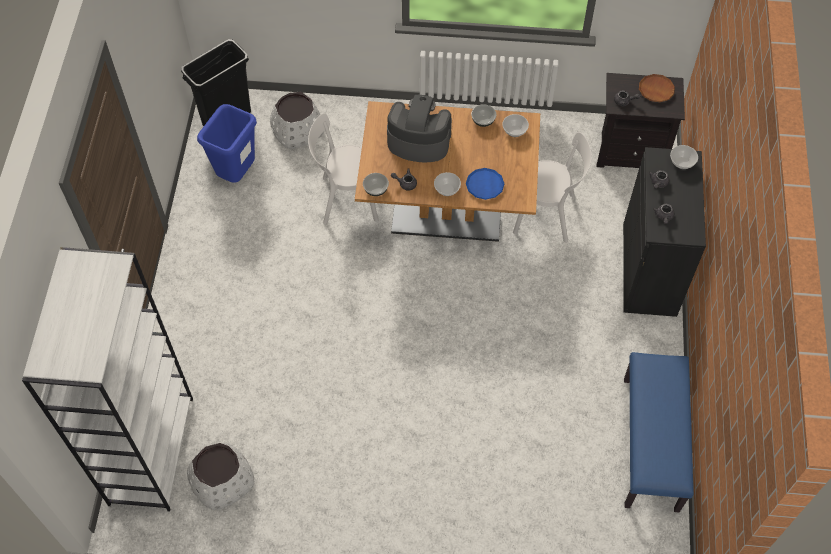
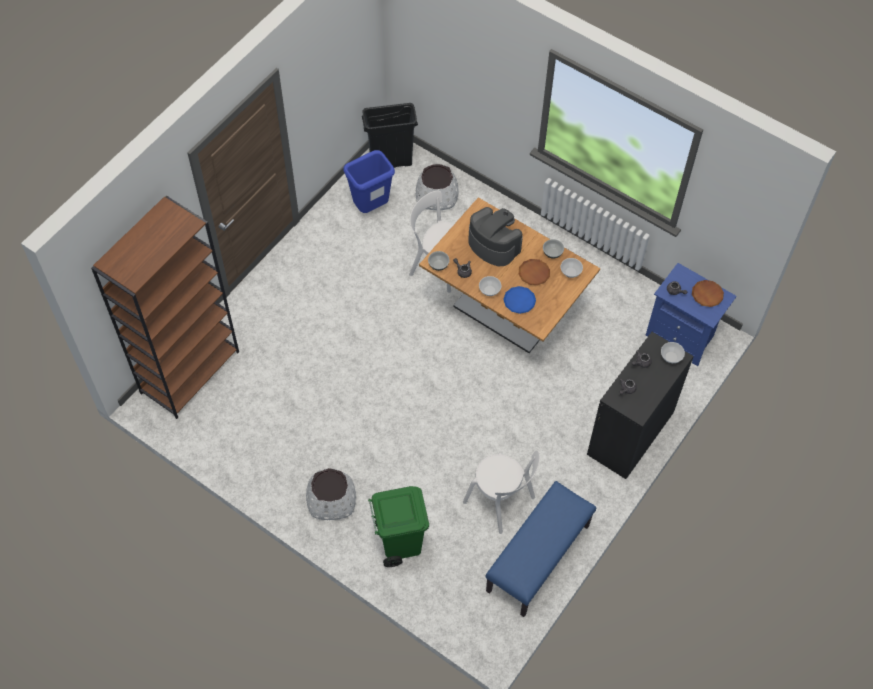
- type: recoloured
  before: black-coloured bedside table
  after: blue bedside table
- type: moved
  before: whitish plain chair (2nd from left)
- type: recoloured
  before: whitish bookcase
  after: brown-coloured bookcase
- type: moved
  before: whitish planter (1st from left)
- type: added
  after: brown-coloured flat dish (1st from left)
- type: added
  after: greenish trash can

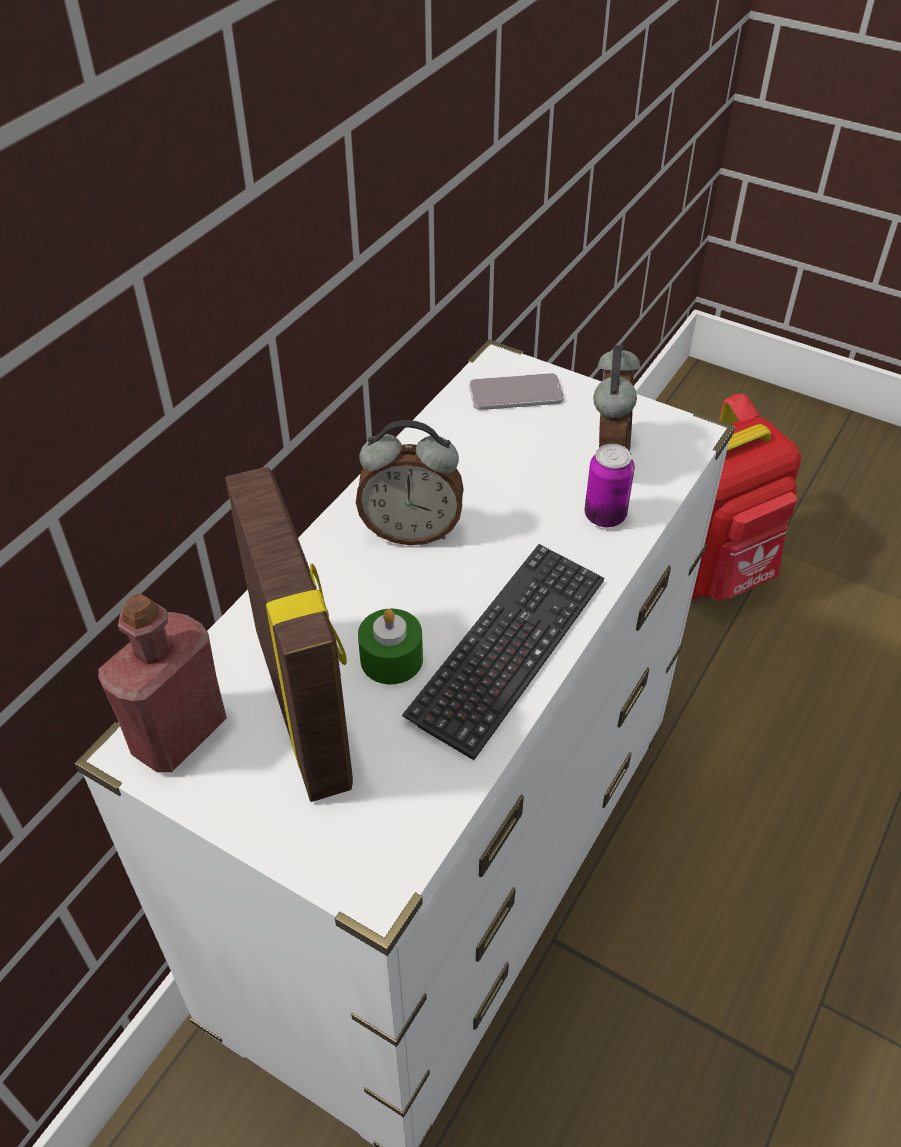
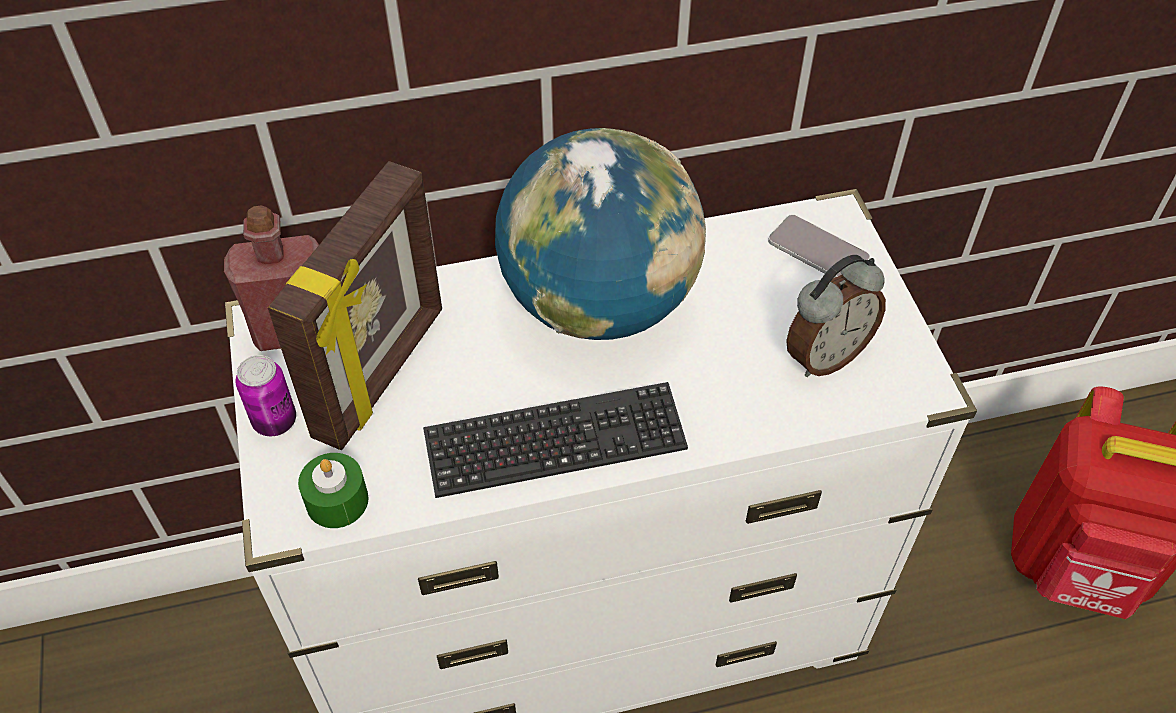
- type: replaced
  before: alarm clock (1st from left)
  after: desk globe
- type: moved
  before: sealed can
- type: moved
  before: greenish candle

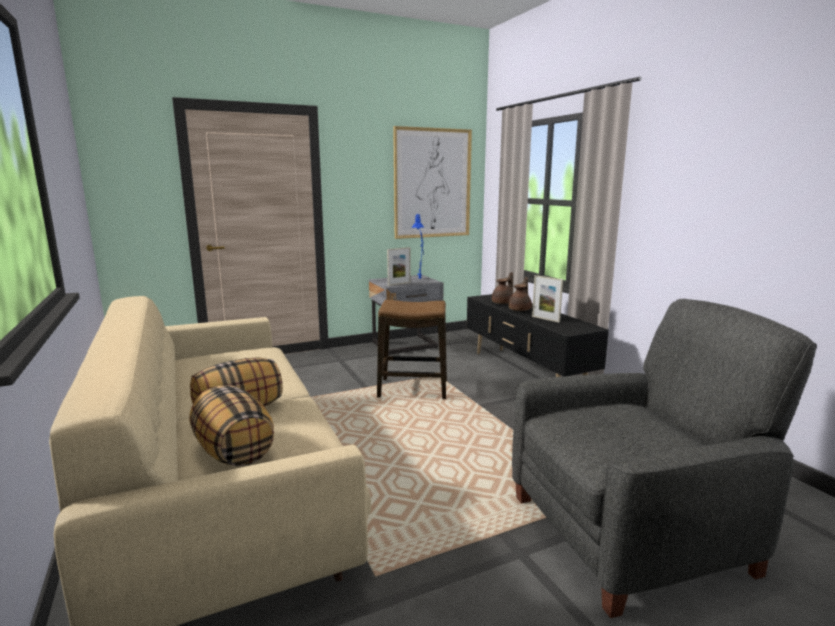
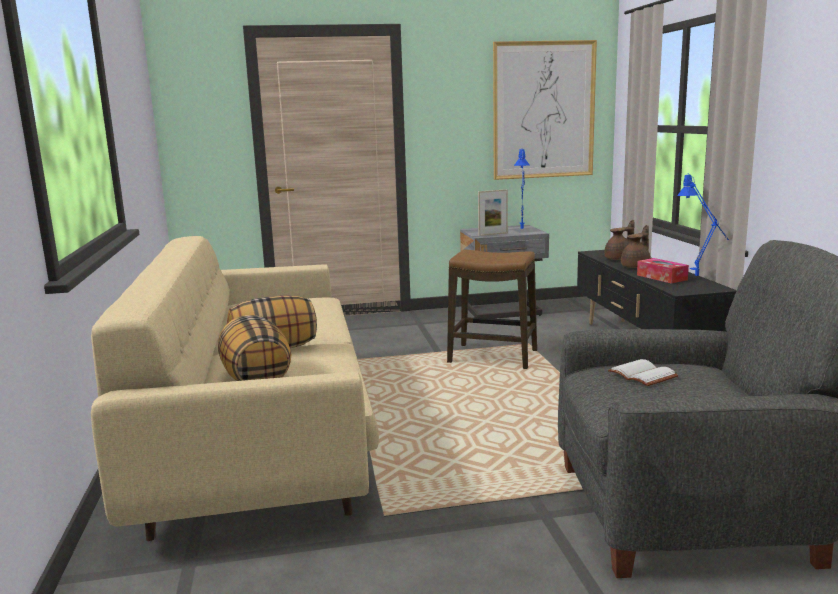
- type: replaced
  before: picture frame (2nd from left)
  after: tissue holder
- type: added
  after: blue tabletop lamp (2nd from left)
- type: added
  after: whitish book

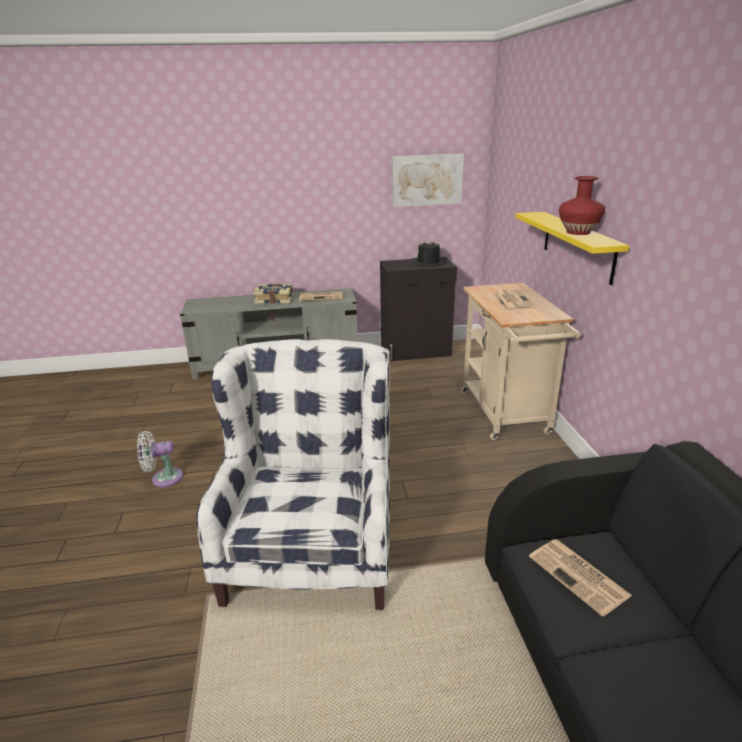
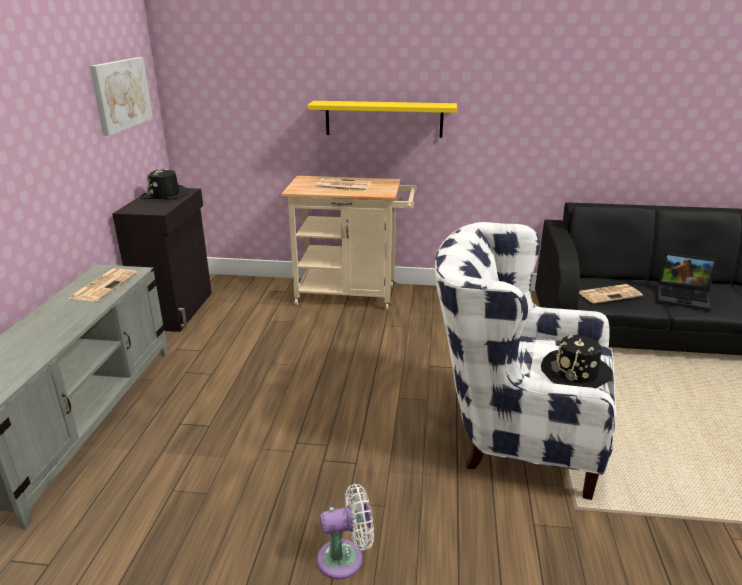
- type: removed
  before: red vase
- type: removed
  before: book
- type: turned
  before: whitish electric fan
  turn: -105
- type: added
  after: notebook computer
- type: added
  after: black-coloured hat (2nd from left)

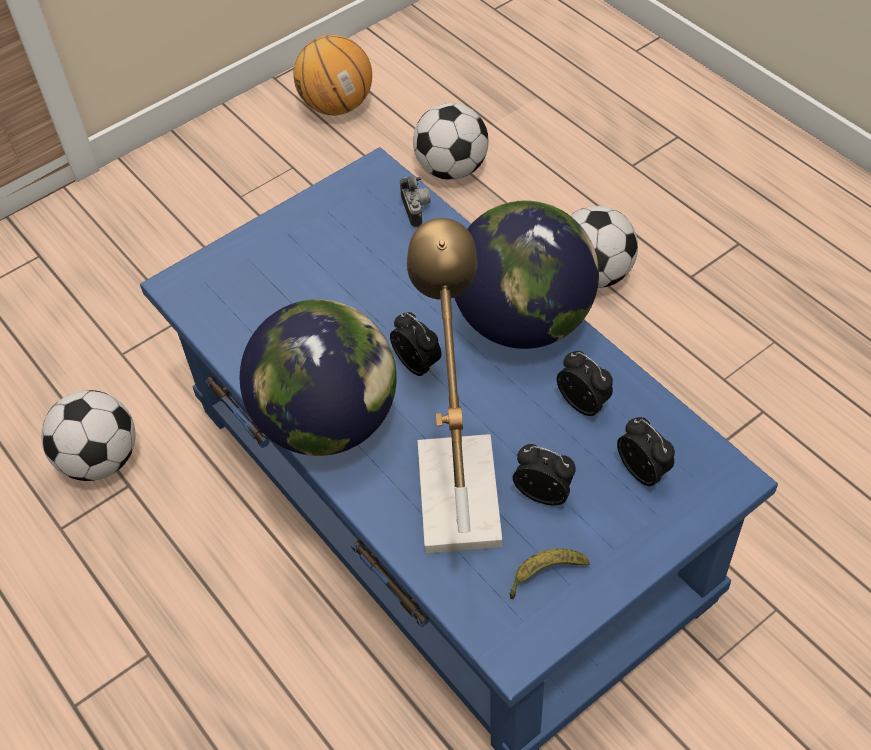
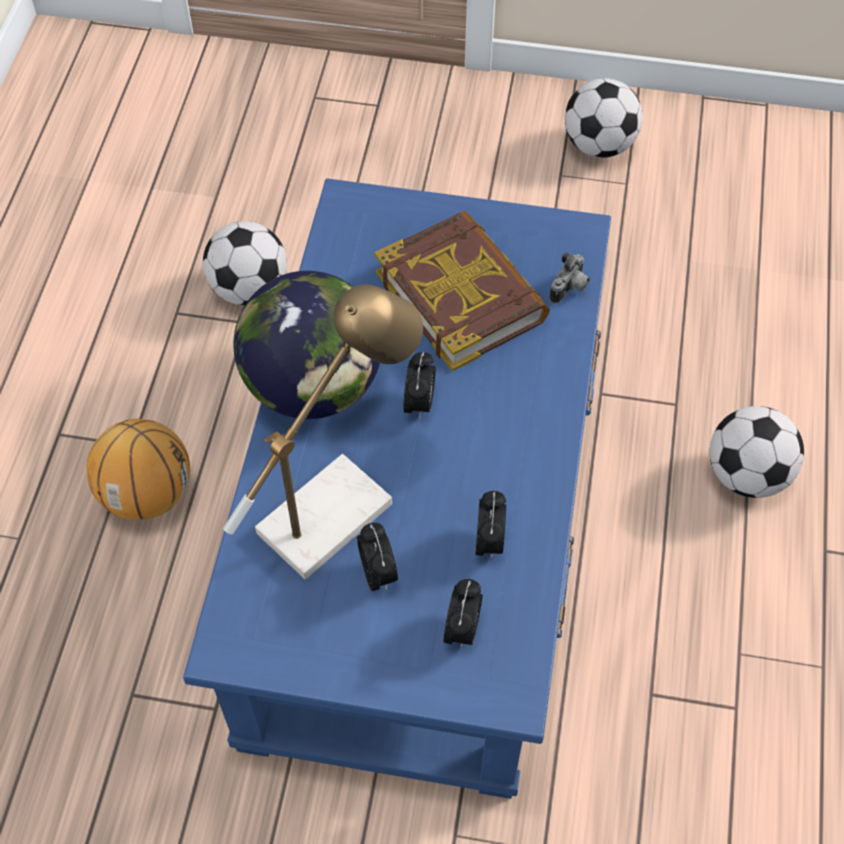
- type: moved
  before: ball for basketball
- type: moved
  before: football ball (2nd from left)
- type: removed
  before: desk globe (2nd from left)
- type: removed
  before: whole banana
- type: added
  after: book

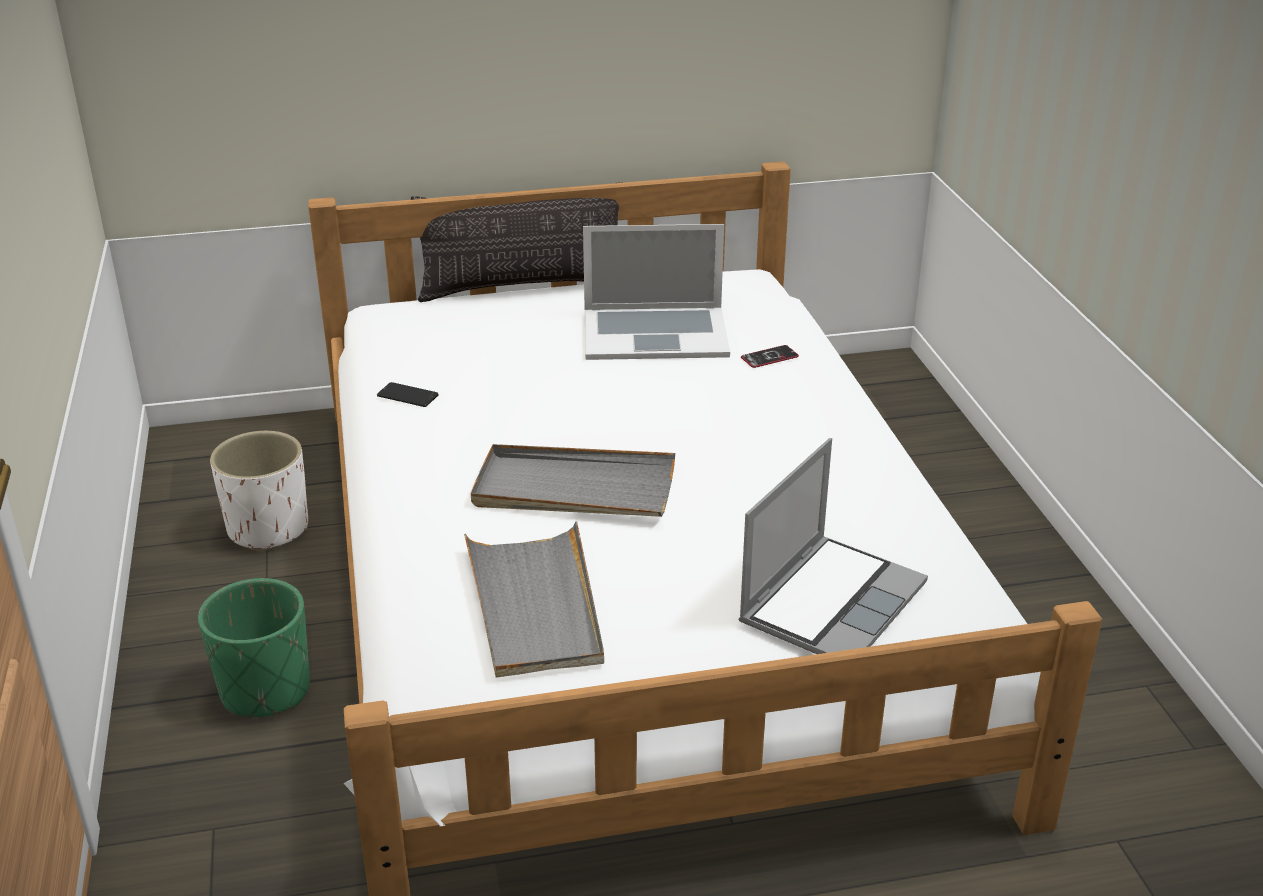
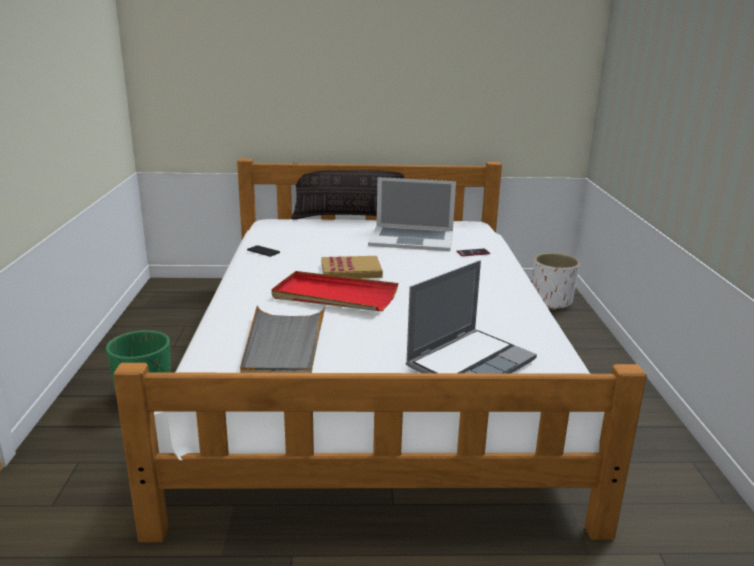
- type: moved
  before: whitish planter
- type: recoloured
  before: gray tray (2nd from left)
  after: red tray
- type: added
  after: book

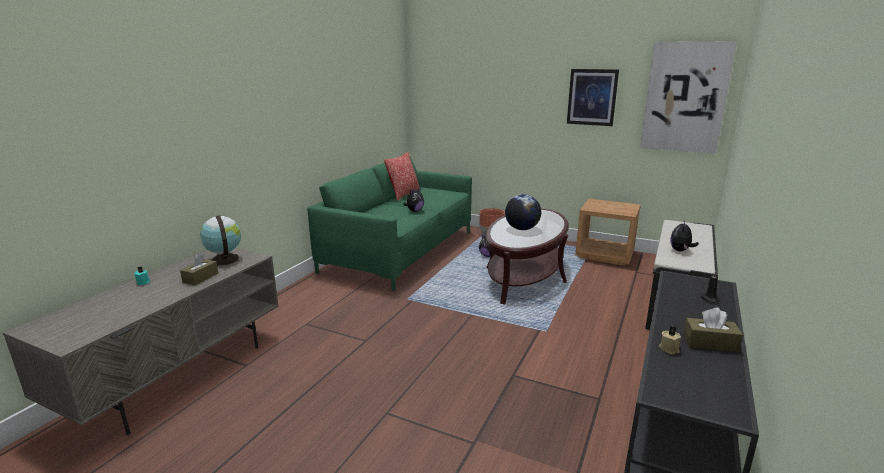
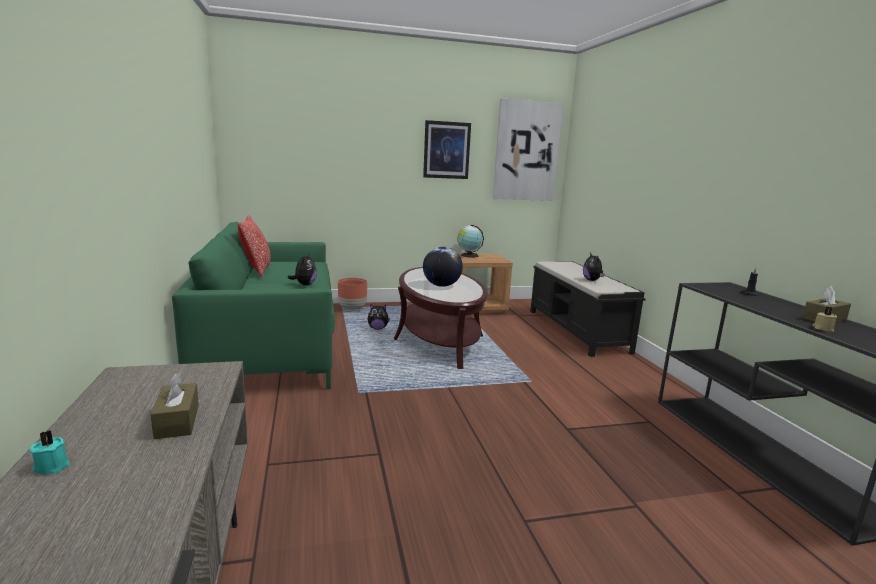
- type: moved
  before: desk globe (1st from left in the first image)
  after: desk globe (2nd from left)

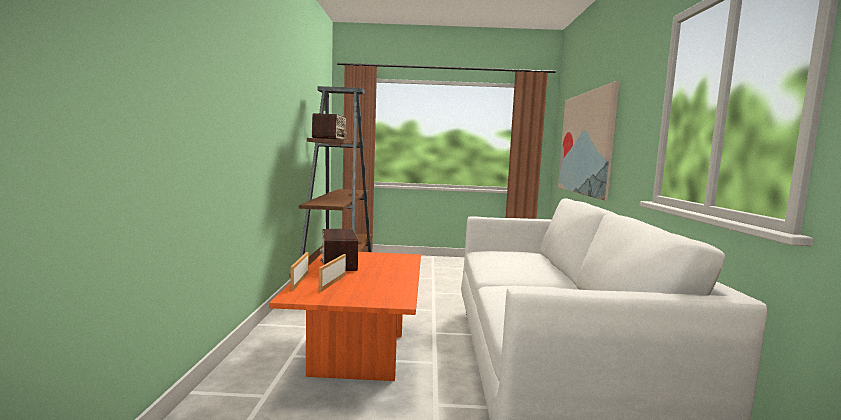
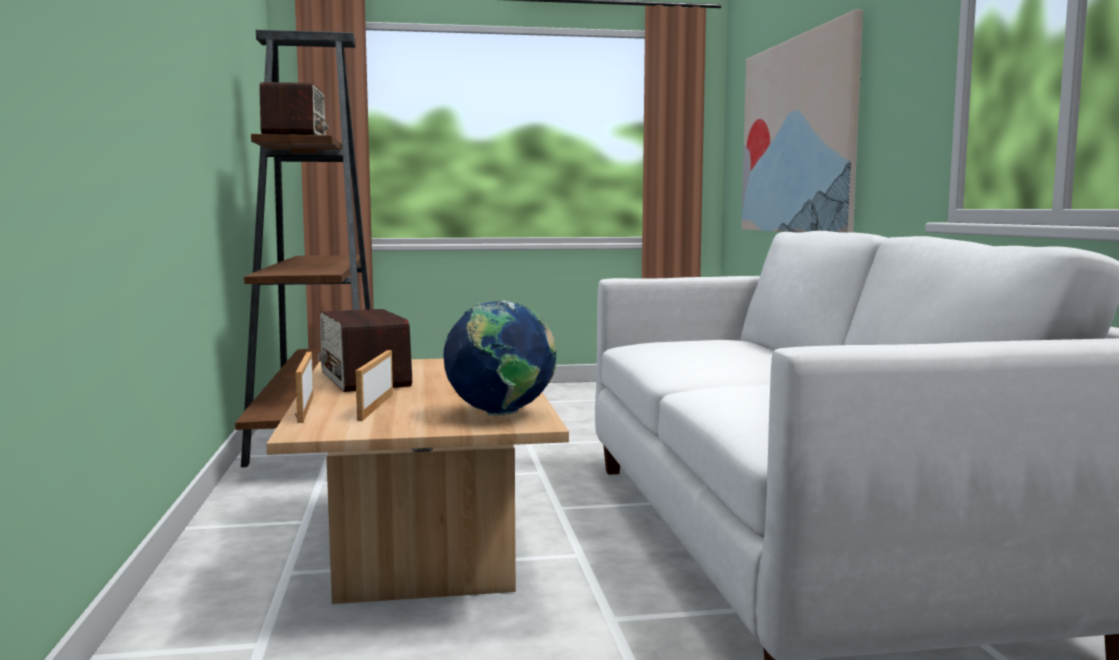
- type: recoloured
  before: orange-coloured lounge table
  after: sand-coloured lounge table
- type: added
  after: desk globe

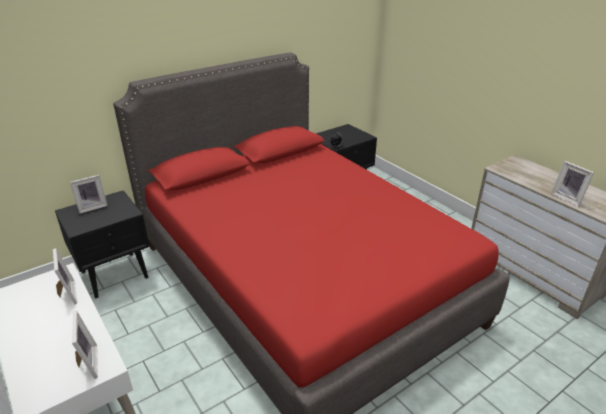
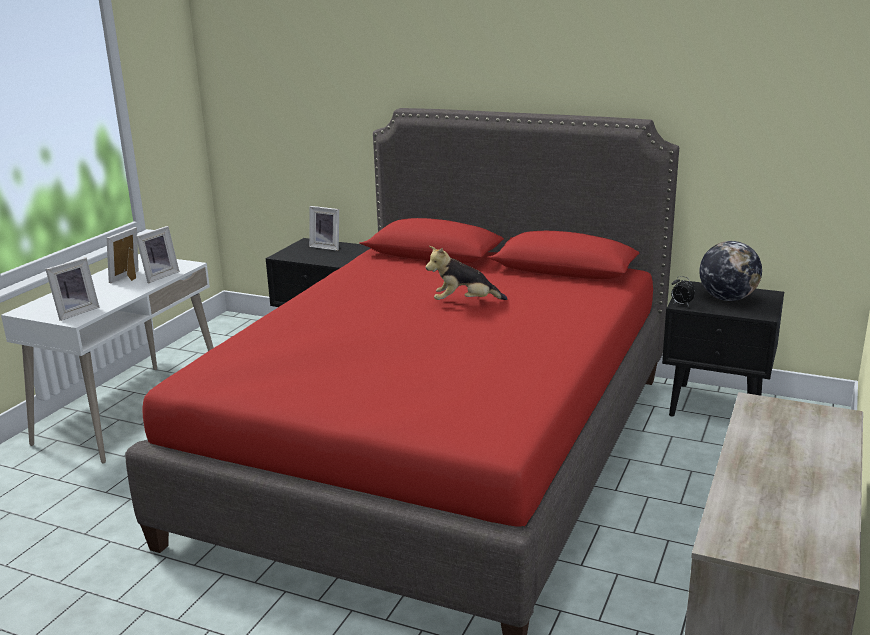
- type: moved
  before: picture frame (4th from left in the first image)
  after: picture frame (2nd from left)
- type: added
  after: desk globe
- type: added
  after: plush toy

